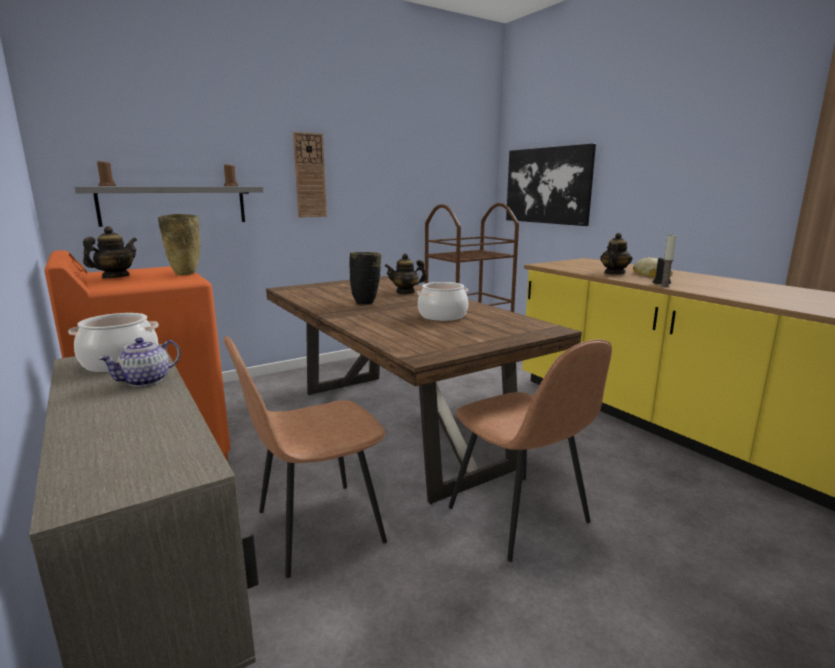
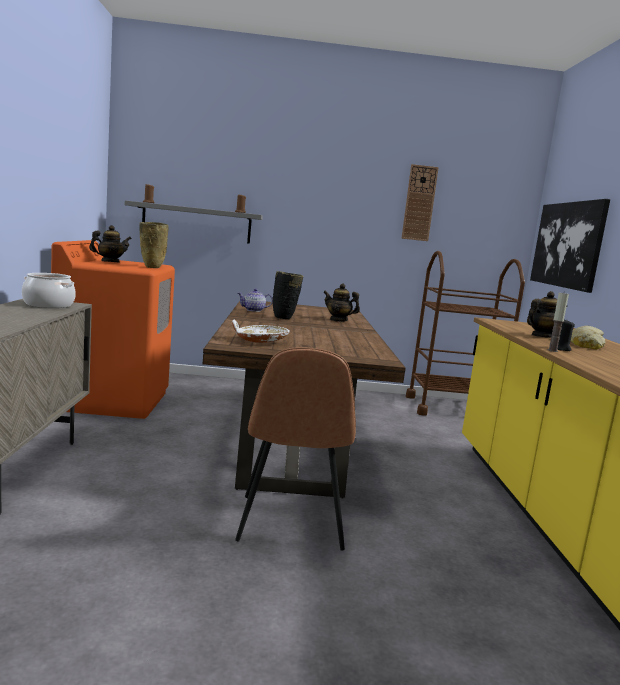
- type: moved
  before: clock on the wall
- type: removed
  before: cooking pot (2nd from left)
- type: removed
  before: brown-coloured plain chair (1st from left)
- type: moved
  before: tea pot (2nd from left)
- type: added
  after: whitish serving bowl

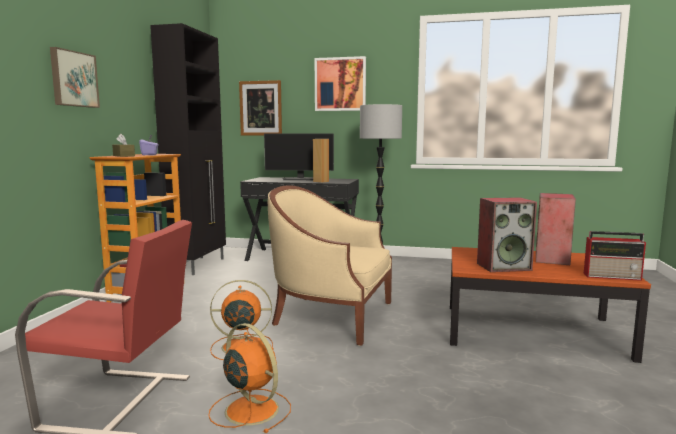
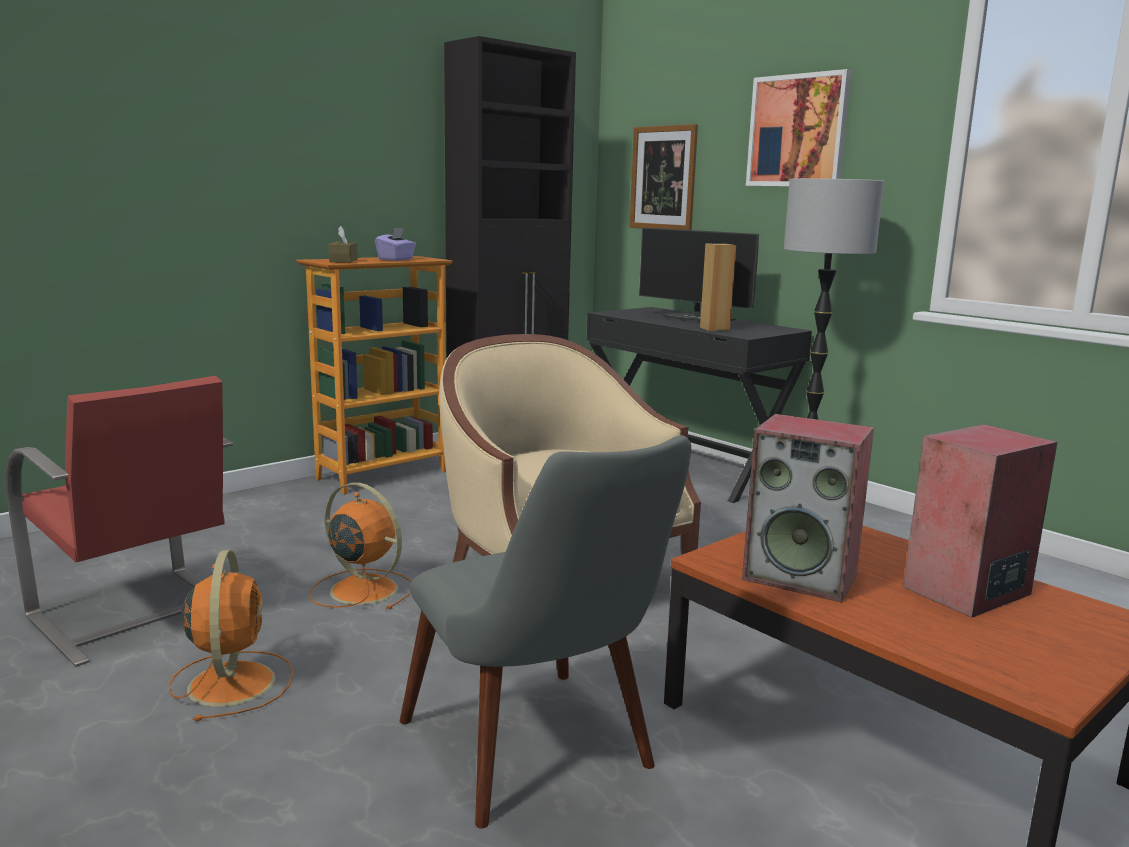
- type: removed
  before: wall art (1st from left)
- type: removed
  before: radio set
- type: added
  after: gray plain chair

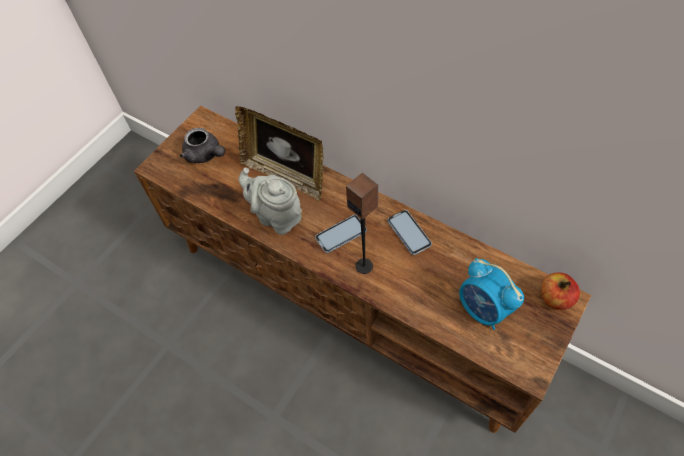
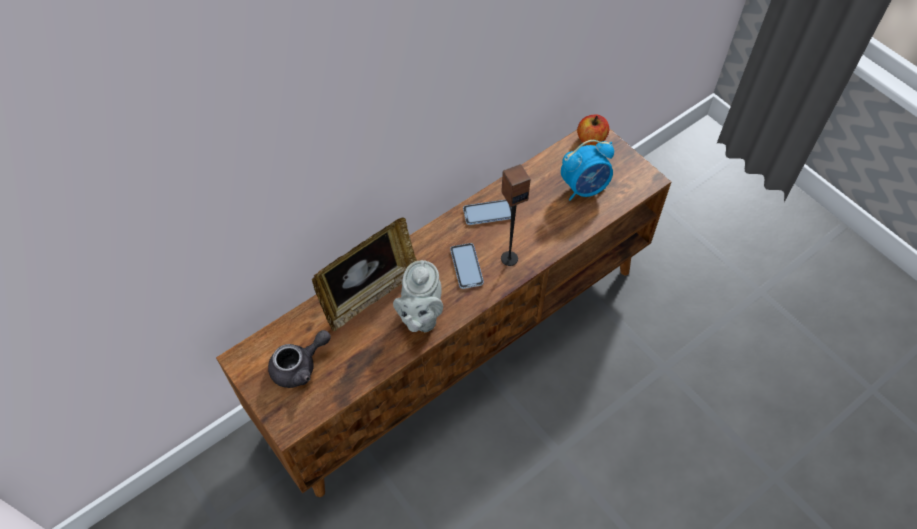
- type: turned
  before: gray tea pot (2nd from left)
  turn: -45

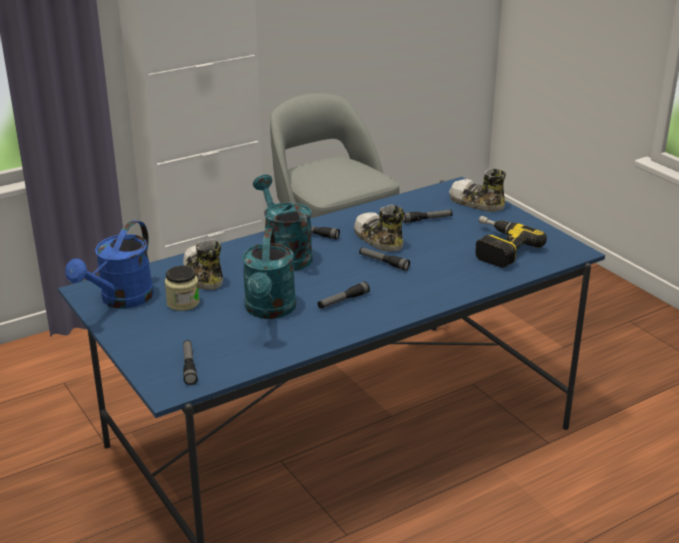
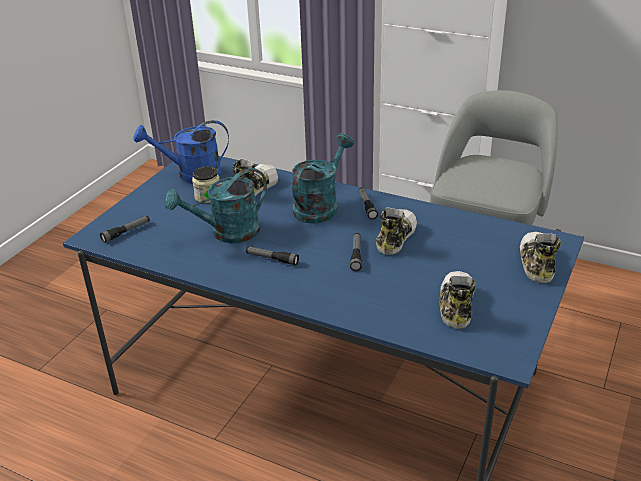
- type: removed
  before: hand torch (5th from left)
- type: replaced
  before: drill
  after: shoe (3rd from left)

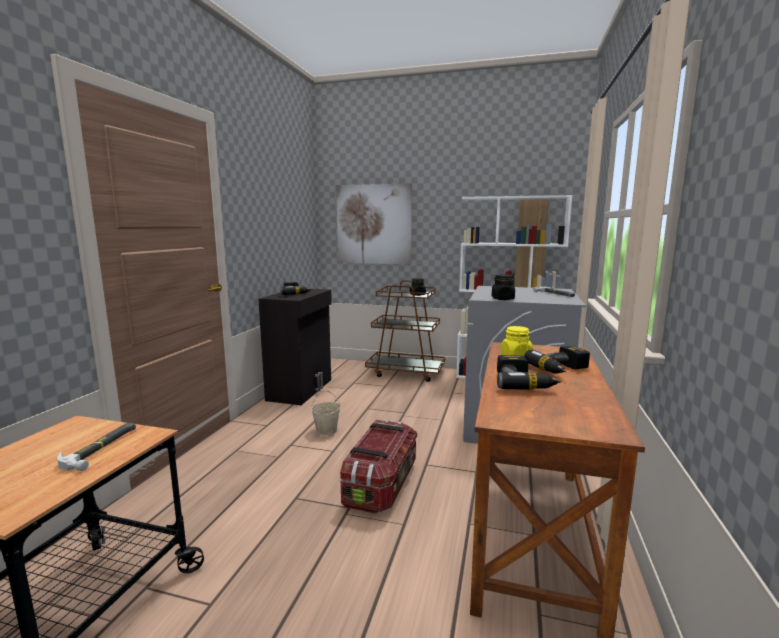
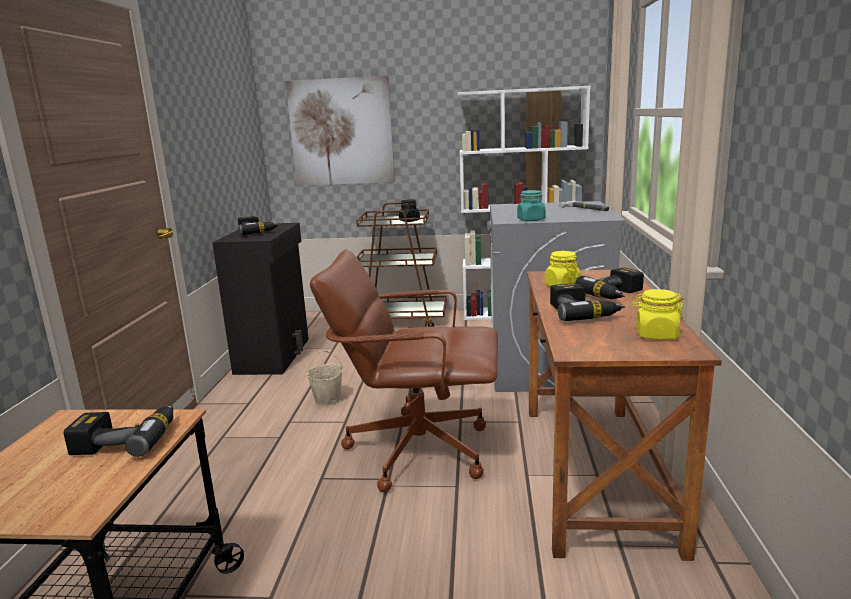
- type: recoloured
  before: black-coloured jar (2nd from left)
  after: blue-green jar
- type: replaced
  before: storage bin
  after: brown-coloured desk chair
- type: replaced
  before: hand hammer (1st from left)
  after: drill (1st from left)
- type: added
  after: yellowish jar (2nd from left)

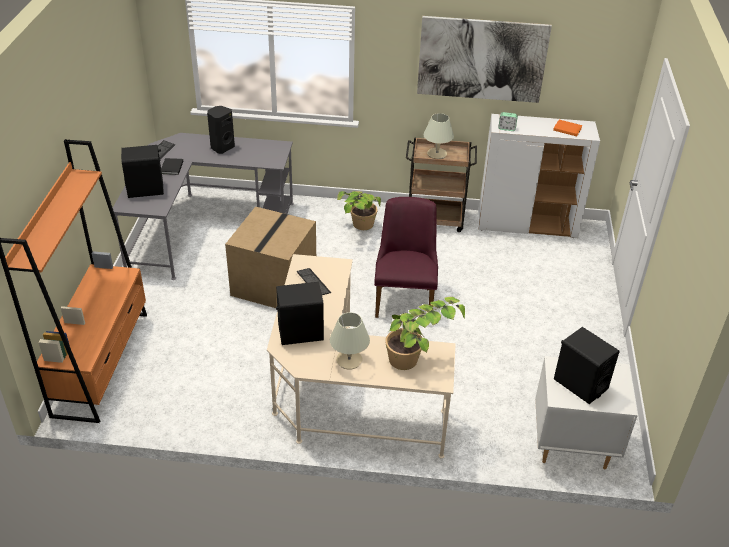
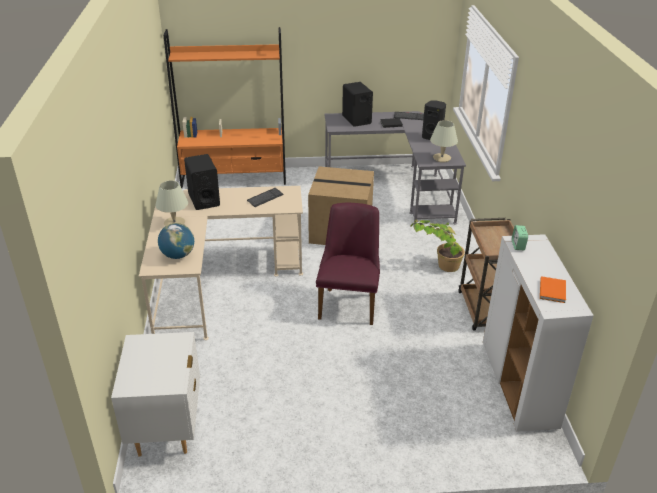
- type: removed
  before: wall art
- type: moved
  before: sand-coloured tabletop lamp (2nd from left)
- type: turned
  before: purplish plain chair
  turn: -75
- type: replaced
  before: plant in a pot (2nd from left)
  after: desk globe
- type: removed
  before: black-coloured loudspeaker (4th from left)

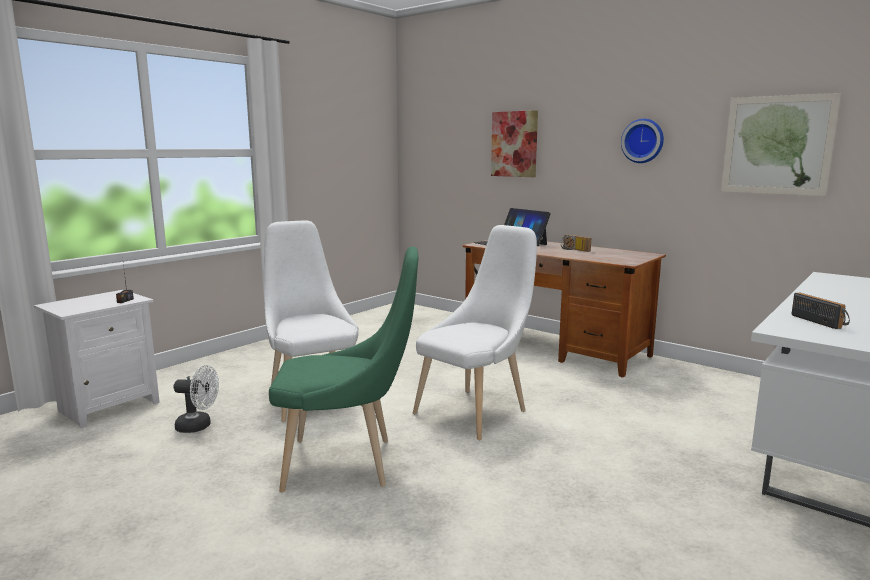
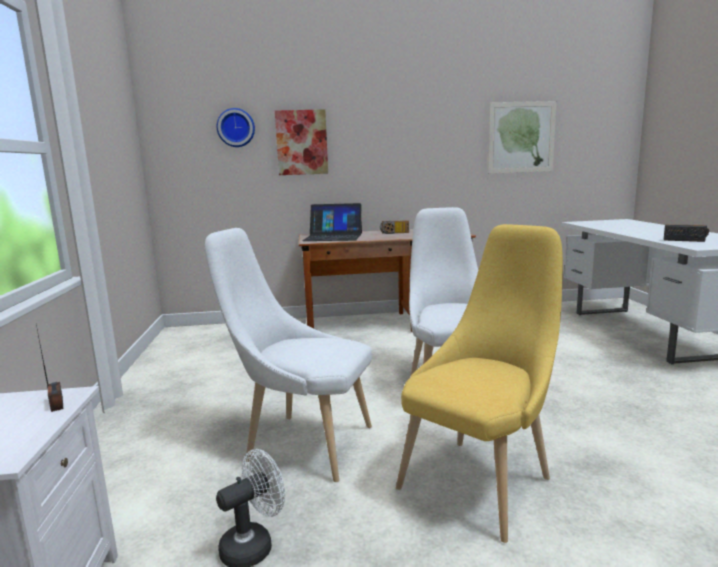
- type: moved
  before: clock on the wall
- type: recoloured
  before: greenish plain chair
  after: yellowish plain chair

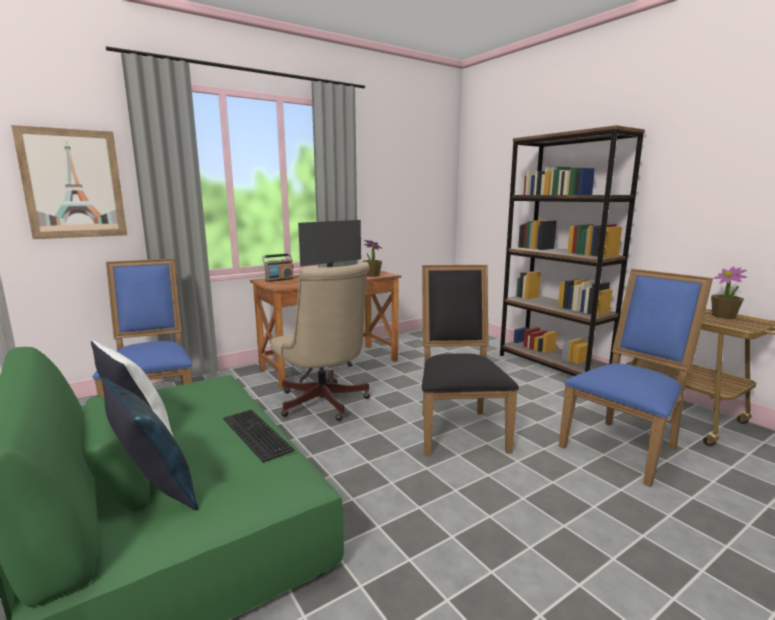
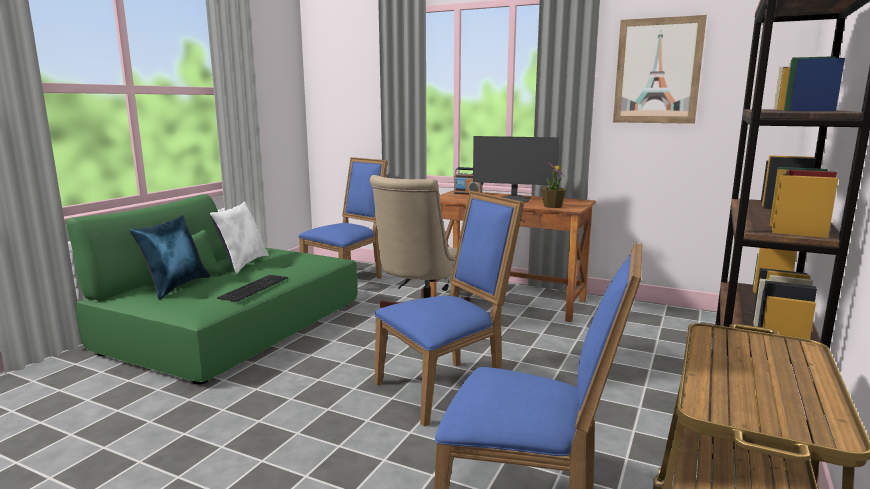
- type: moved
  before: wall art
- type: recoloured
  before: black-coloured plain chair
  after: blue plain chair (2nd from left)
- type: removed
  before: plant in a pot (2nd from left)

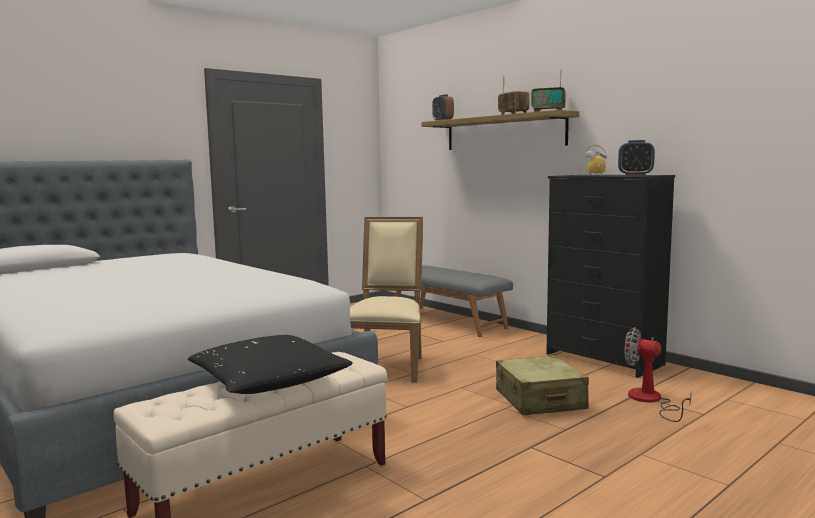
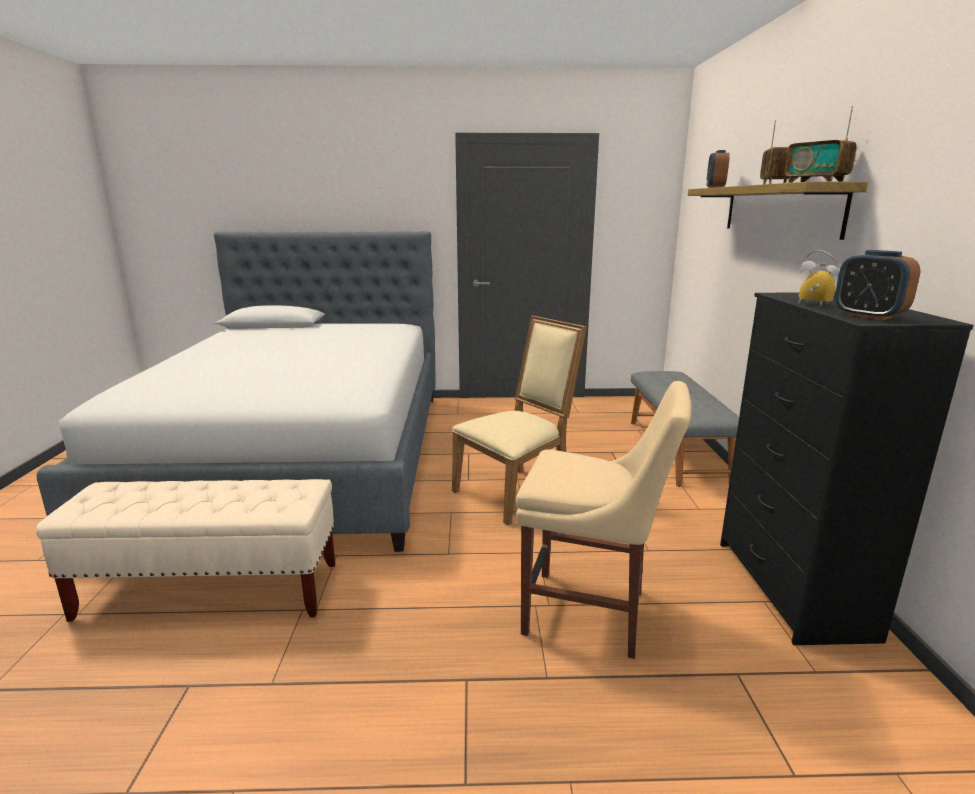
- type: removed
  before: electric fan
- type: removed
  before: black-coloured pillow
- type: replaced
  before: sand-coloured suitcase
  after: sand-coloured plain chair (2nd from left)

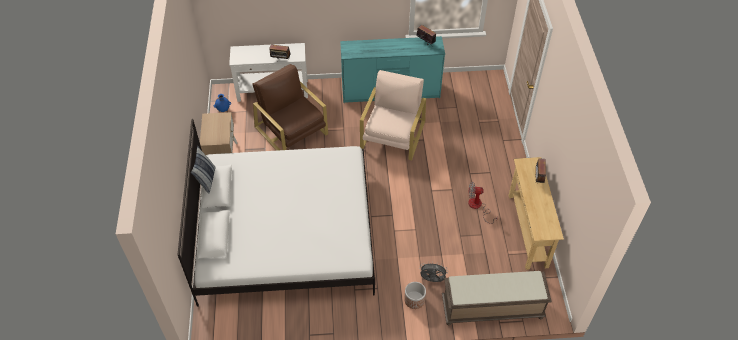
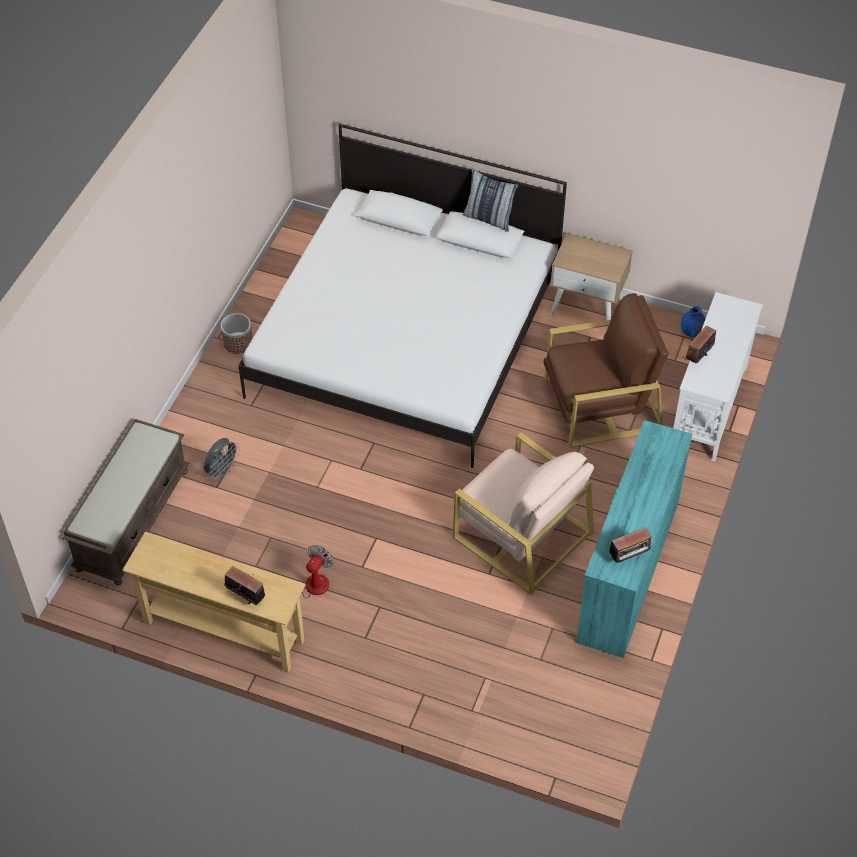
- type: moved
  before: planter

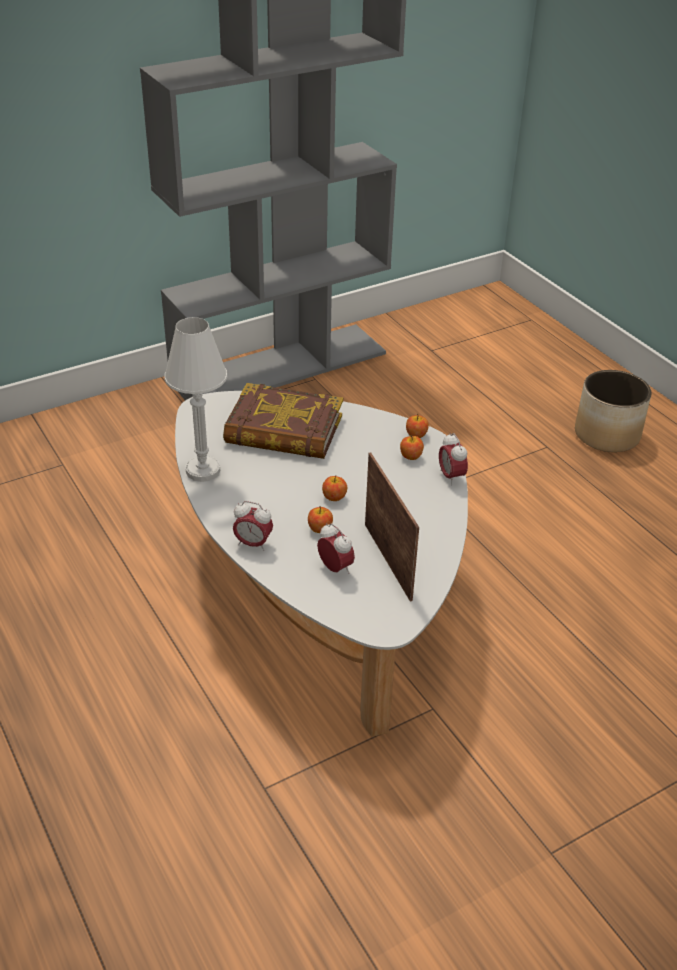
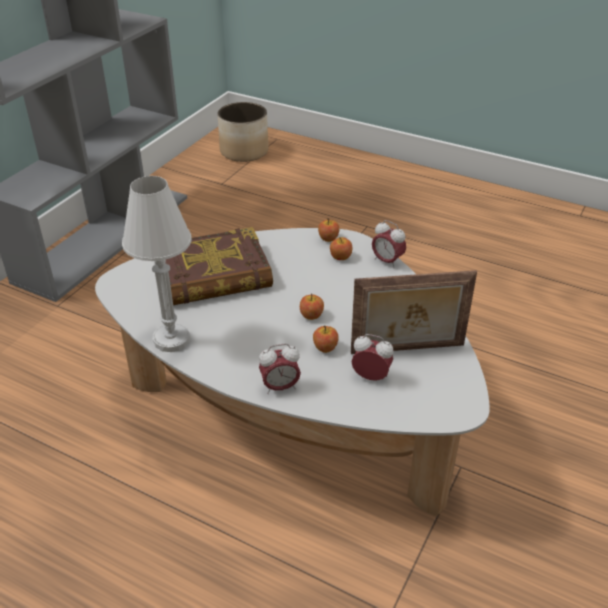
- type: moved
  before: planter
- type: turned
  before: picture frame
  turn: 135

